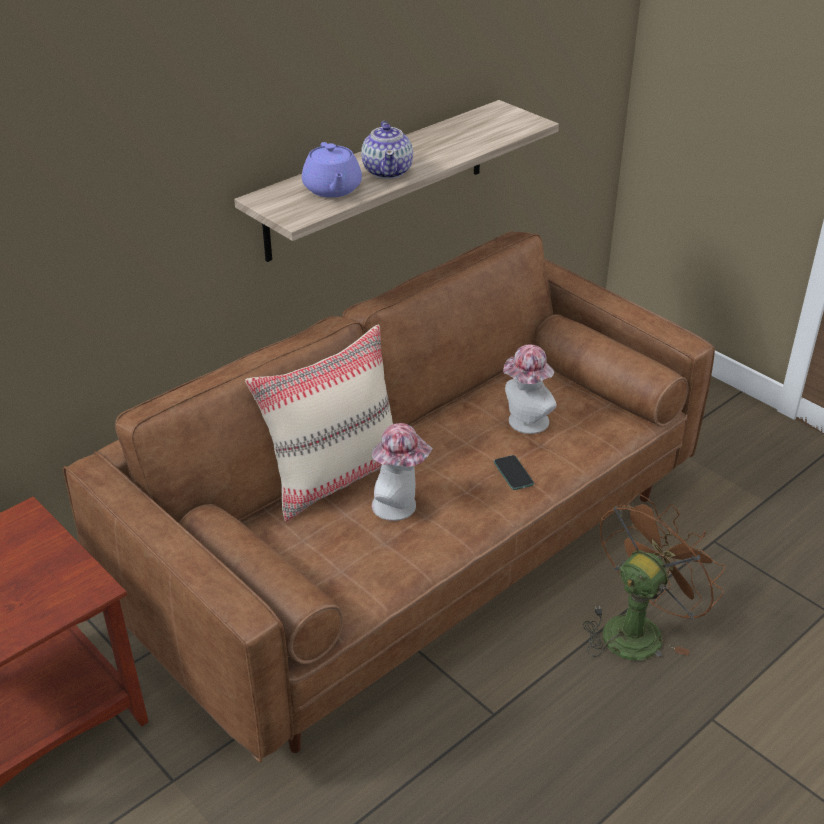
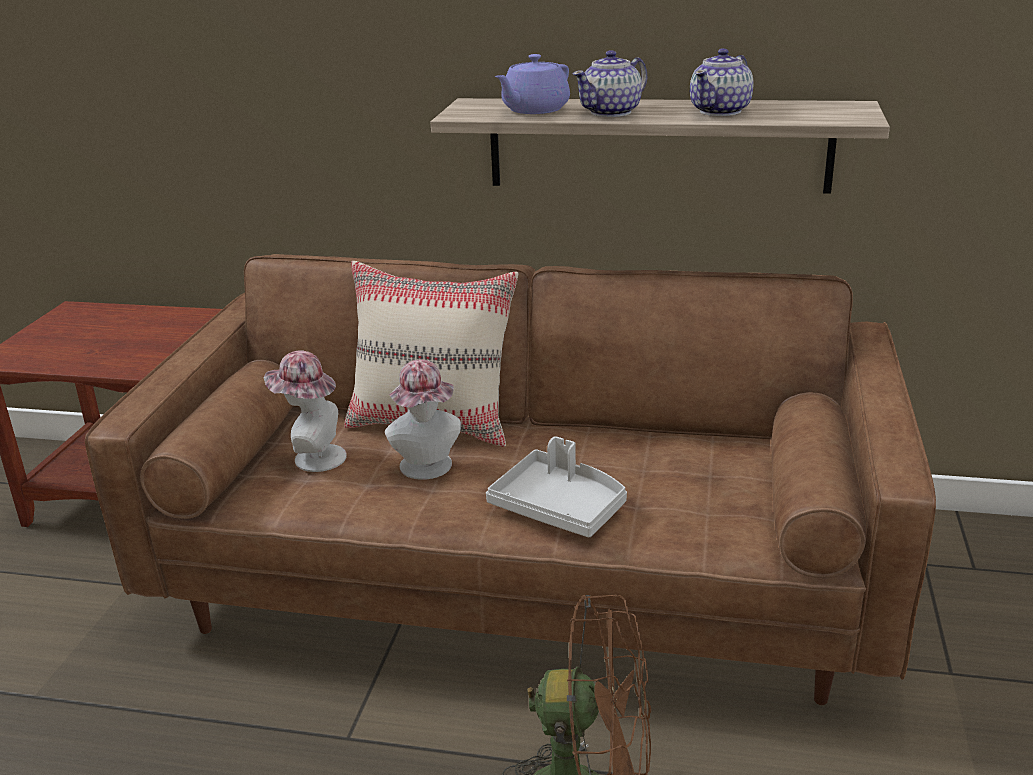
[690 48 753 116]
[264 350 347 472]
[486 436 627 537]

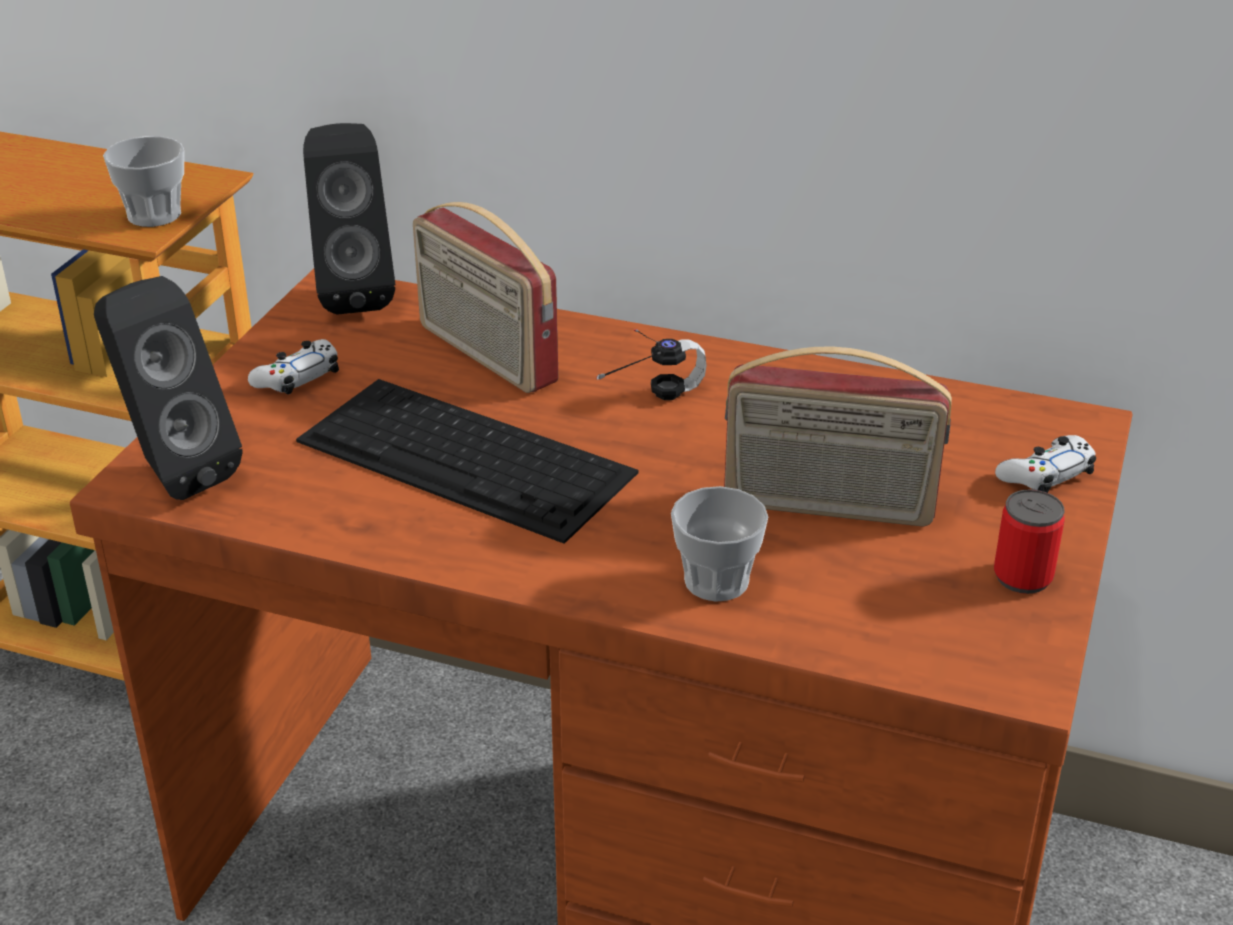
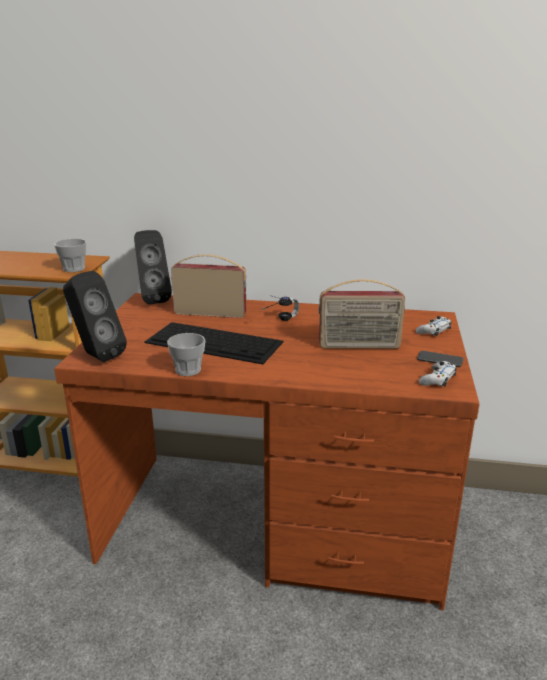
[419 361 457 387]
[167 333 205 376]
[417 351 464 367]
[171 254 246 318]

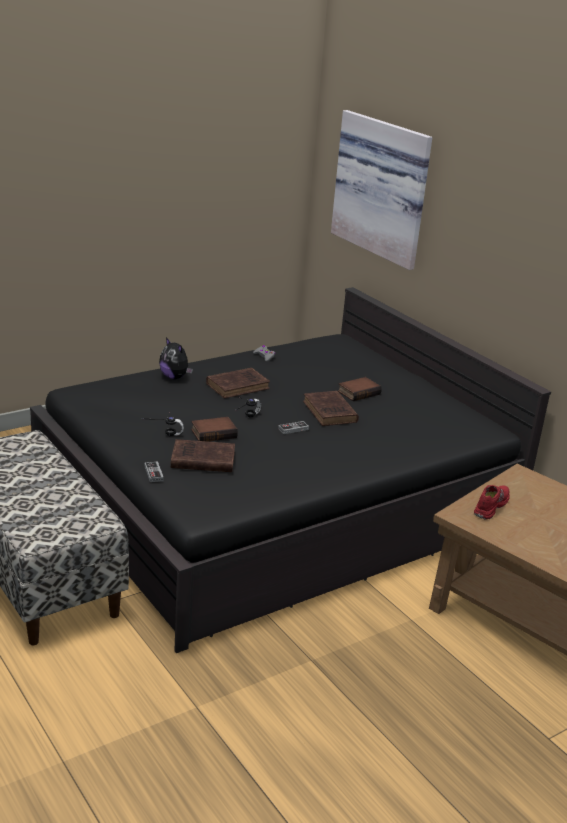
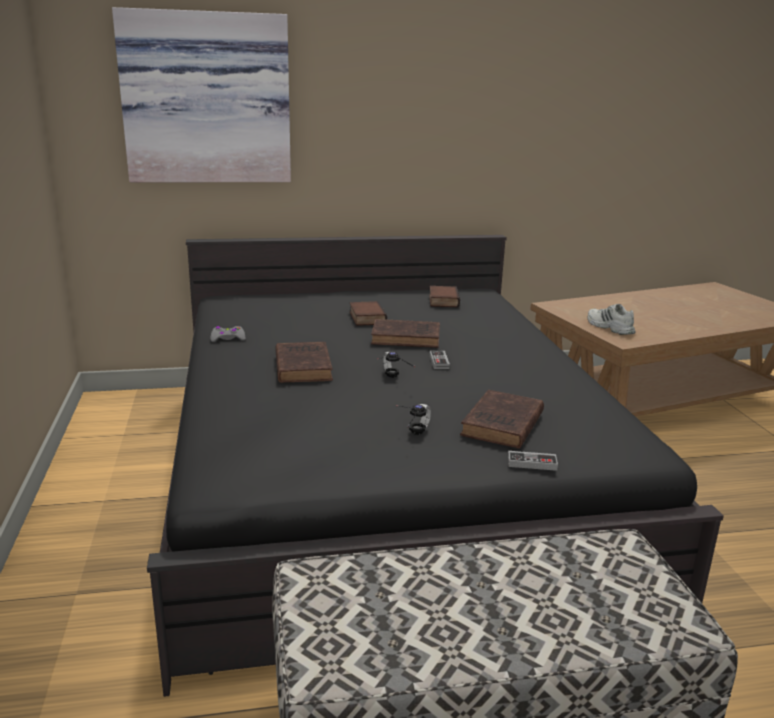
[159 338 193 379] (first image)
[429 286 460 307]
[588 304 636 335]

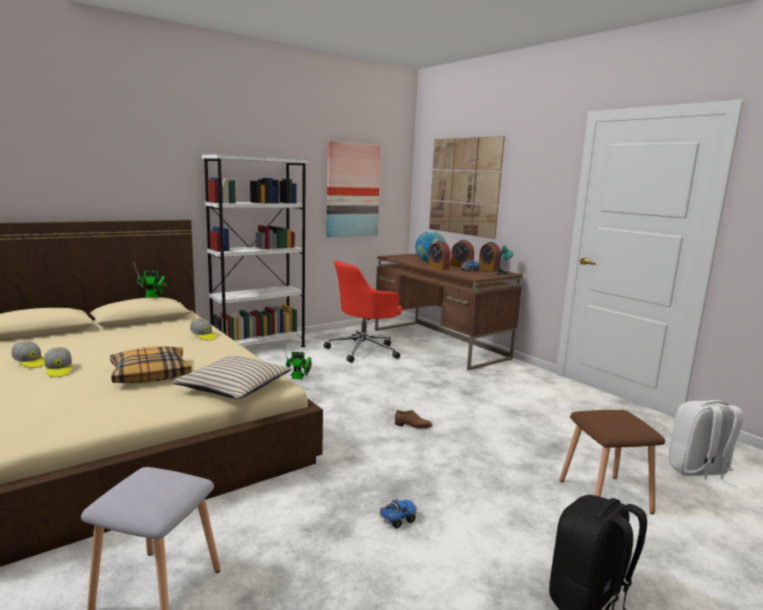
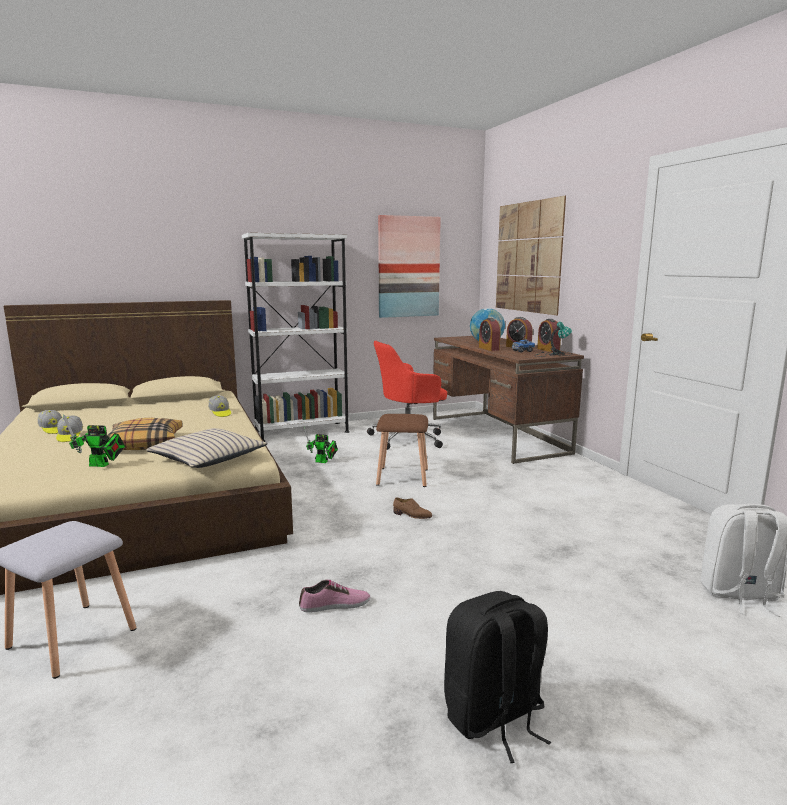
[63 414 125 467]
[376 414 428 487]
[299 580 370 613]

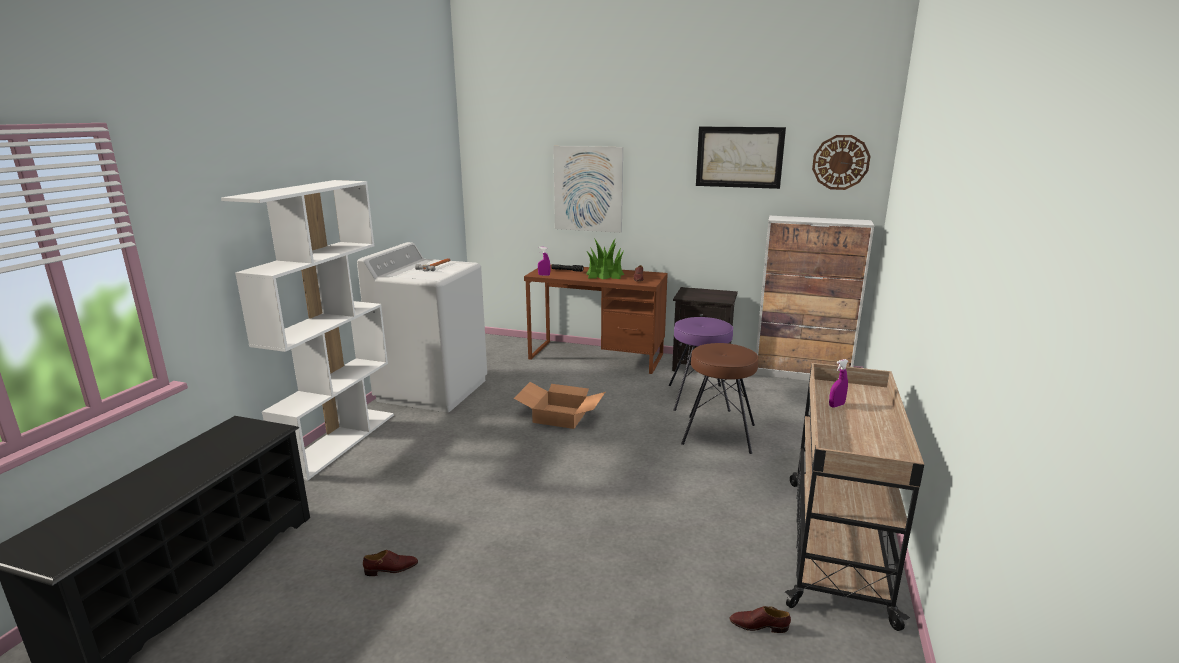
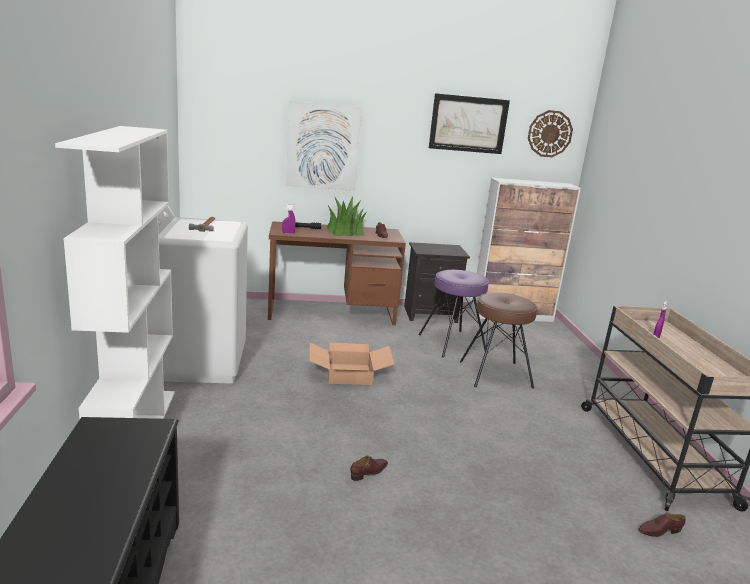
[350 456 388 481]

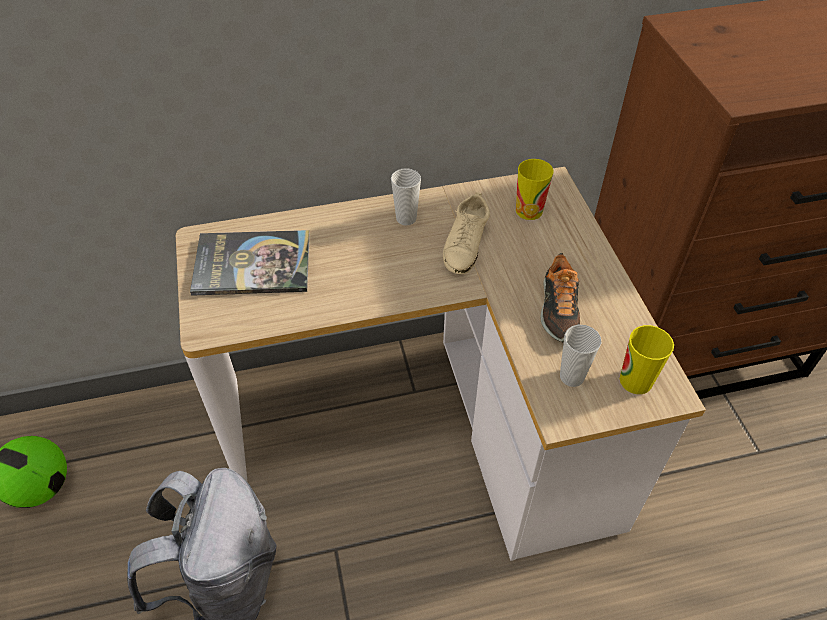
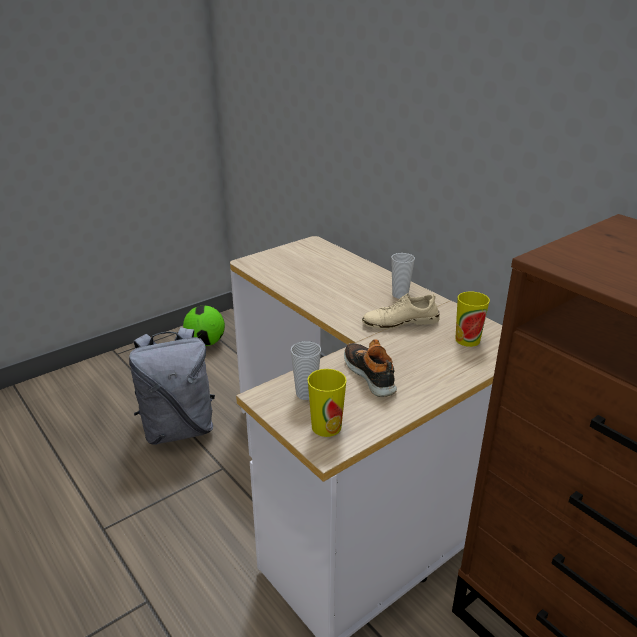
[190 230 310 296] (first image)
[344 339 397 397]

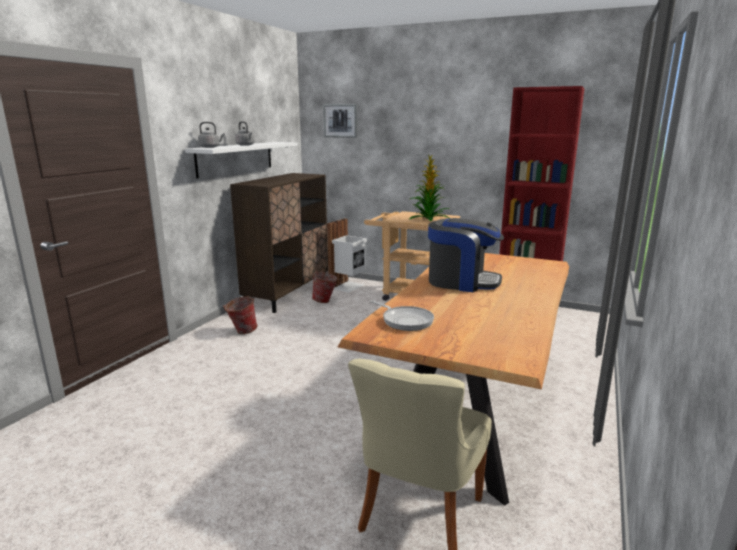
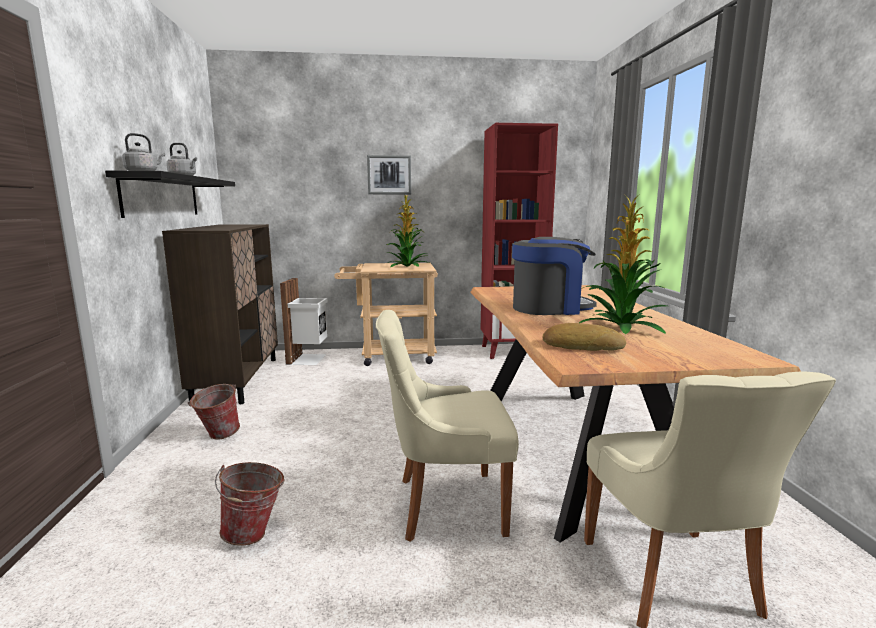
[376 310 519 542]
[579 195 667 334]
[215 462 285 545]
[367 155 411 194]
[543 323 626 351]
[105 170 235 218]

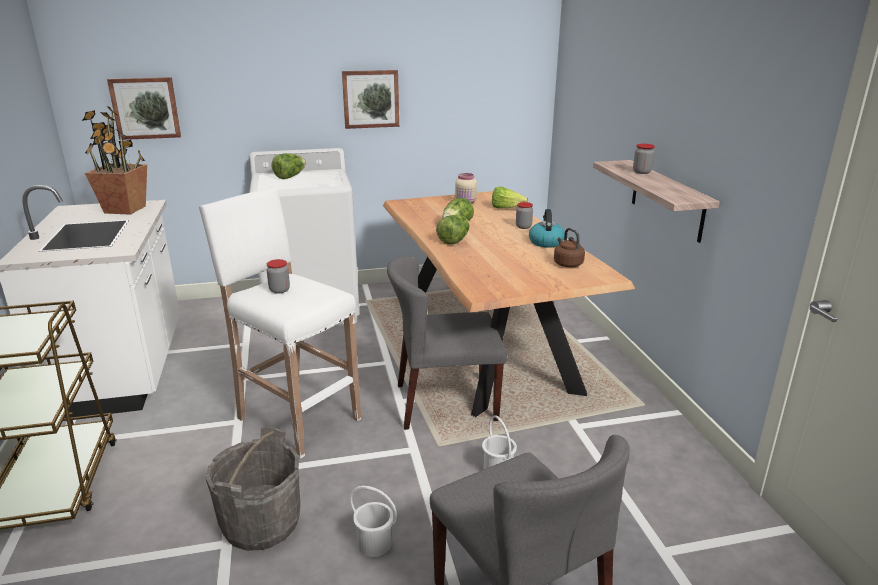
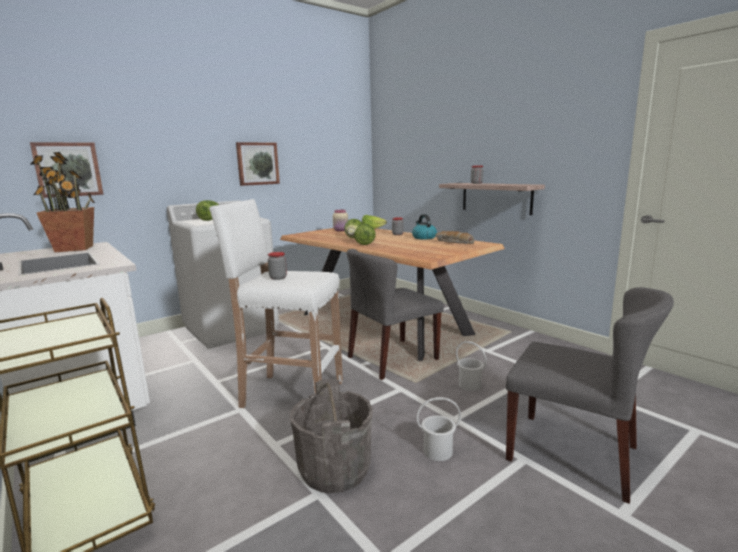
[435 231 474 244]

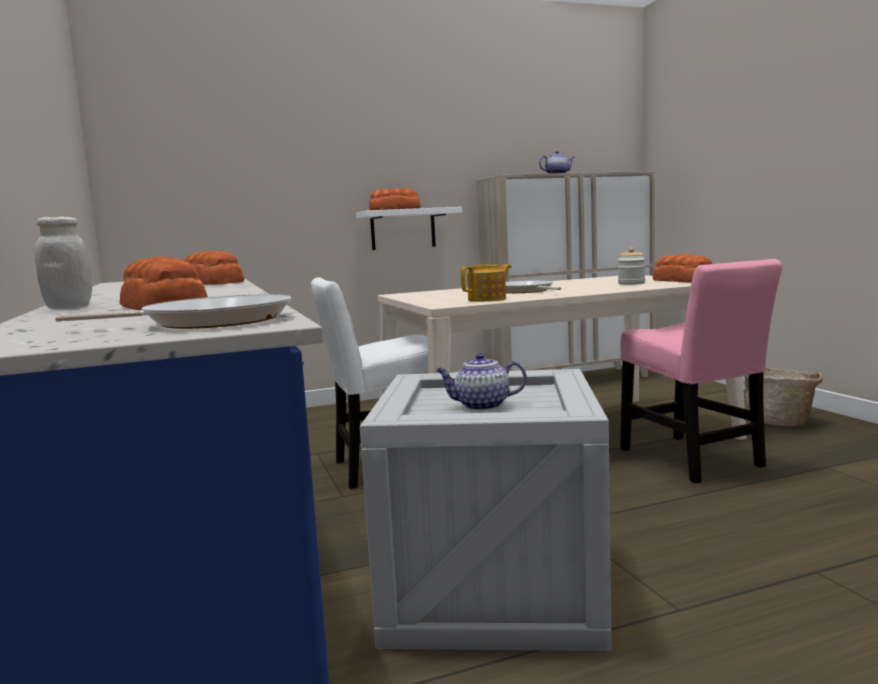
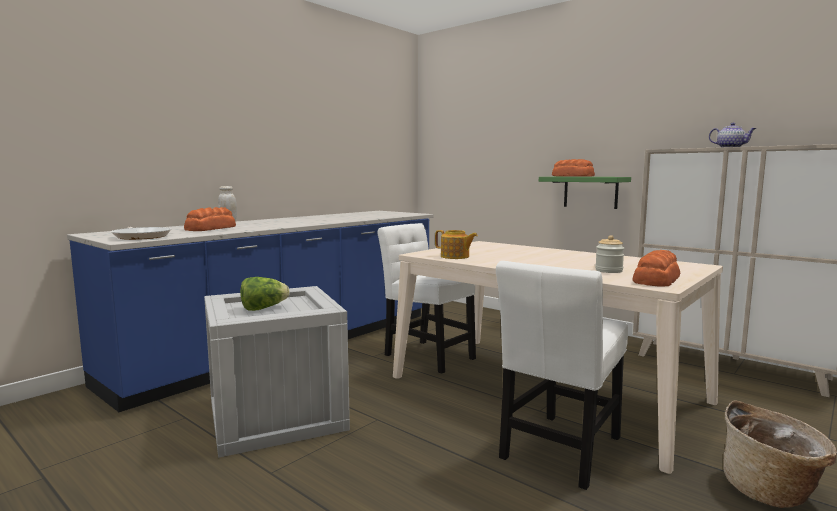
[184 251 245 285] (first image)
[506 280 561 293] (first image)
[240 277 289 311]
[539 177 631 209]
[496 261 628 490]

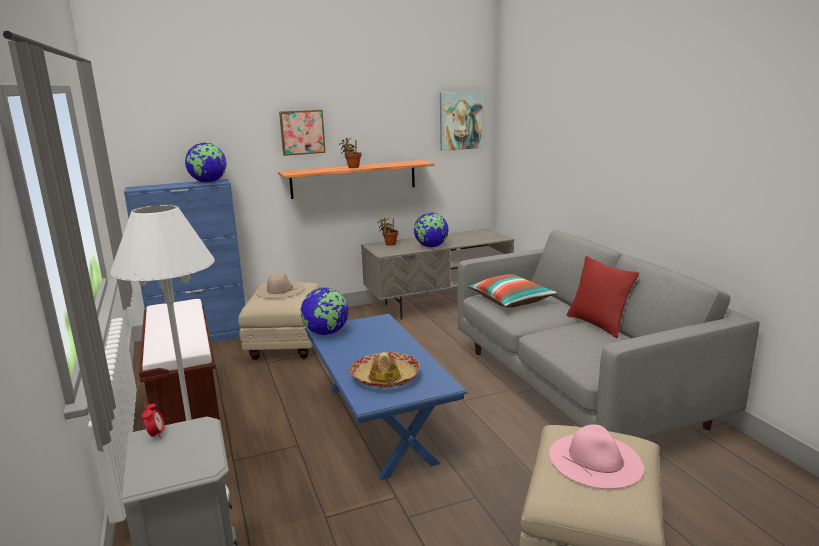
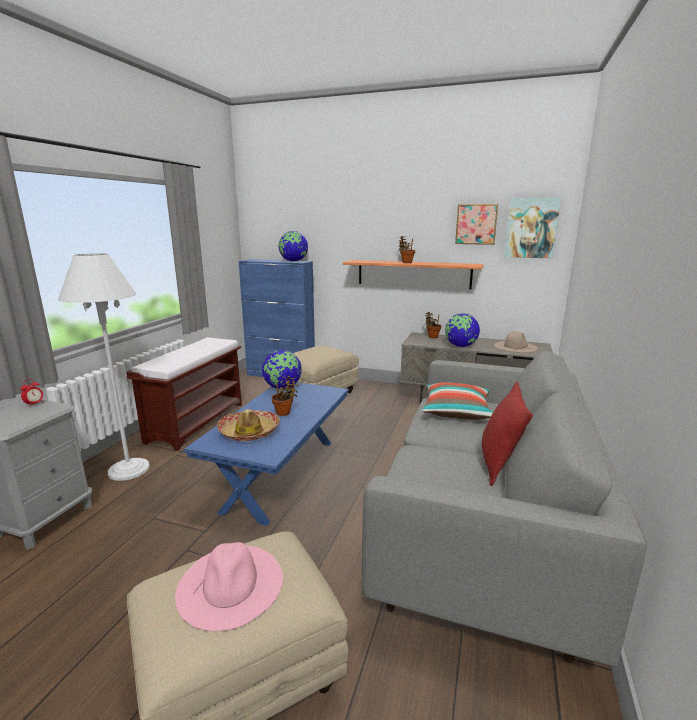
[272 376 299 416]
[494 331 538 353]
[455 204 498 245]

